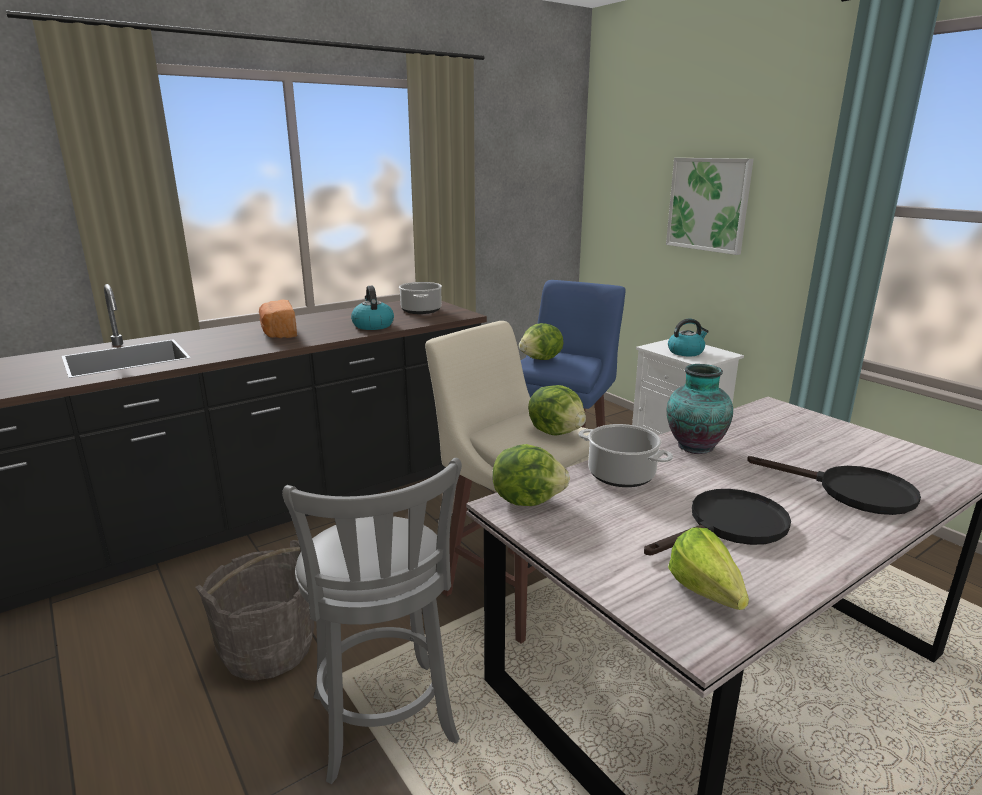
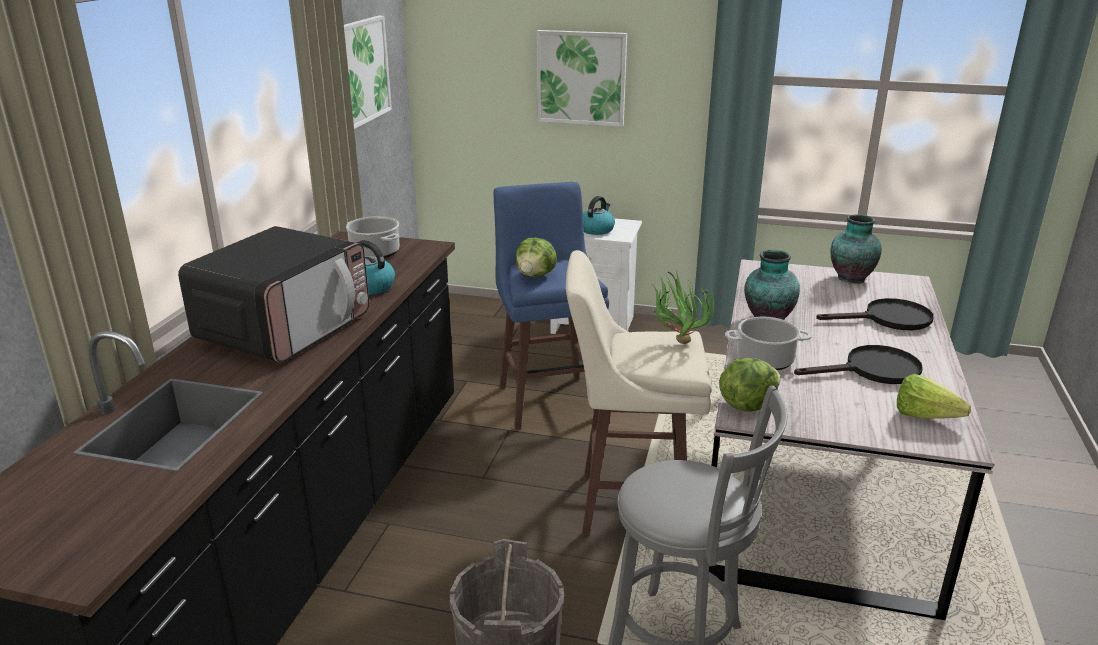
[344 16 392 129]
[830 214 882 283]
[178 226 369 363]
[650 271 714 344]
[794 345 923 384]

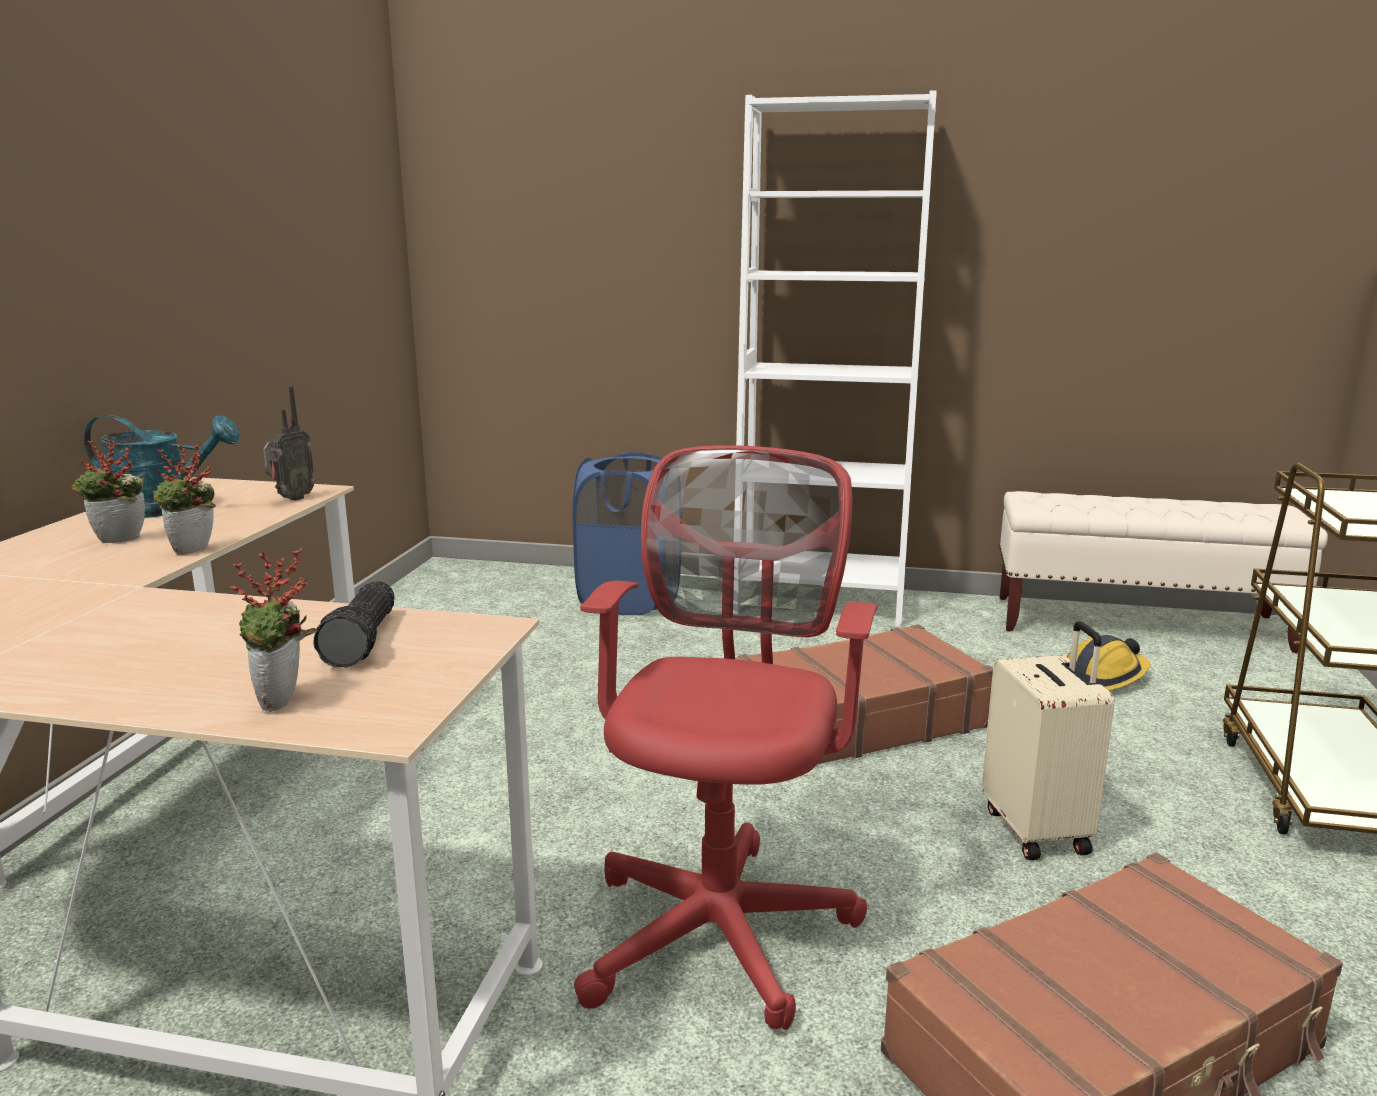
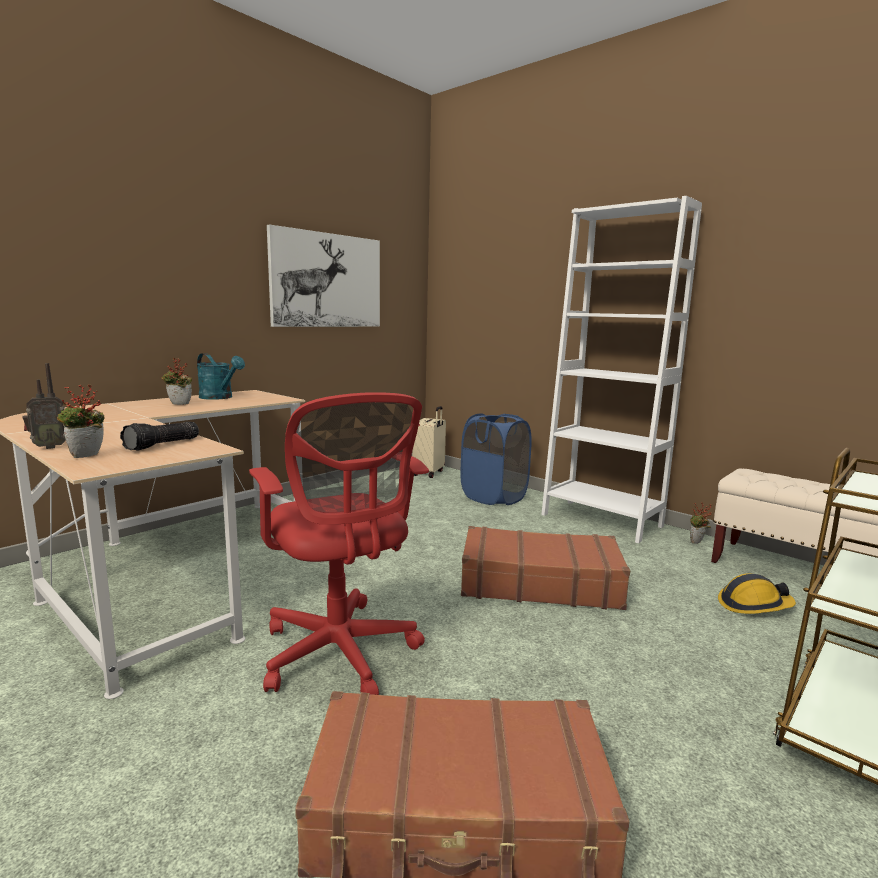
[267 224 380 327]
[690 502 712 544]
[22 363 66 449]
[412 406 446 478]
[249 392 429 695]

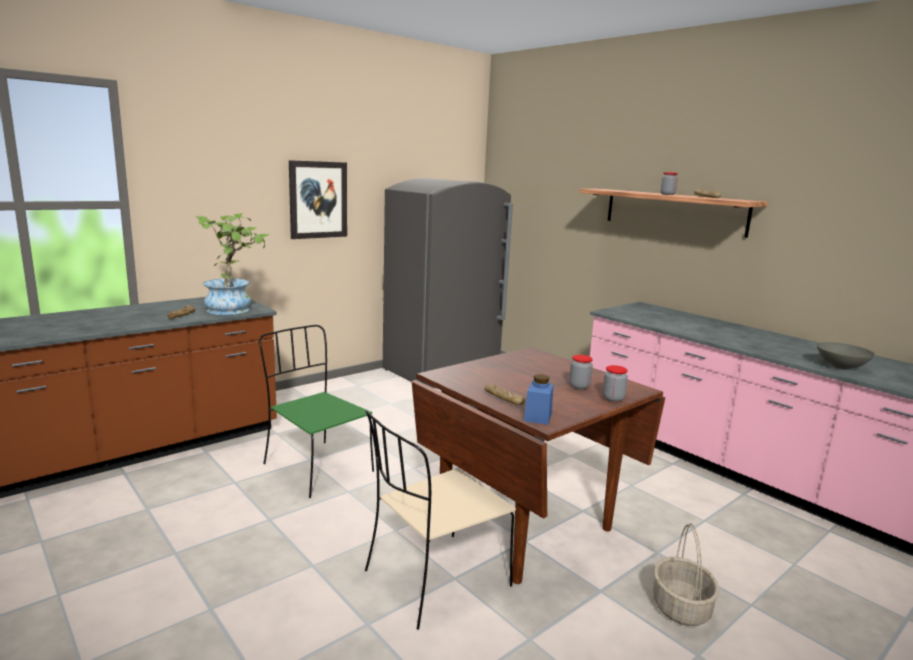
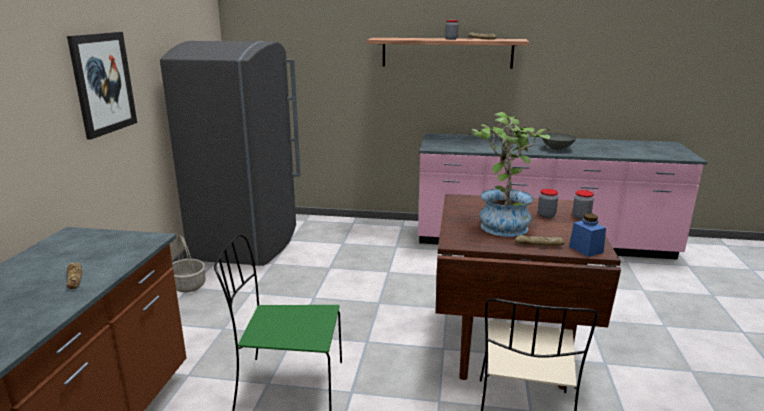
[469 112 550 237]
[171 235 206 293]
[542 133 576 150]

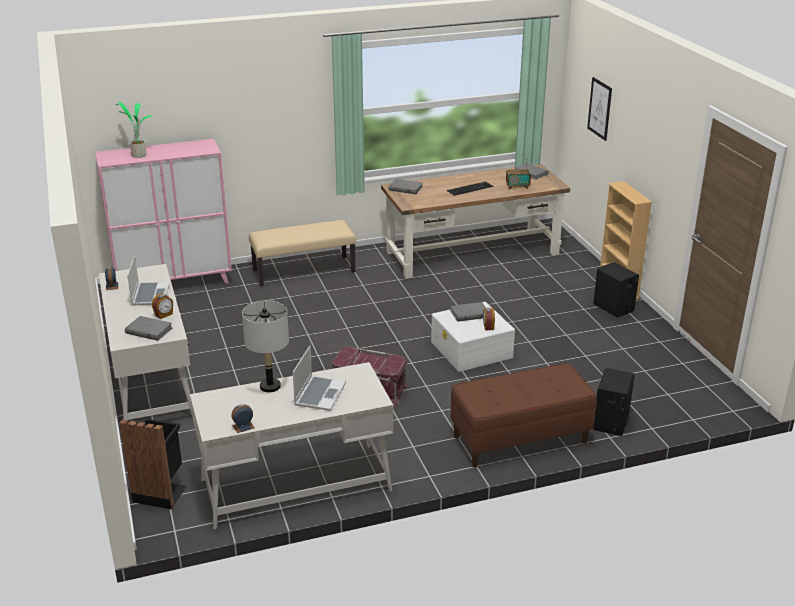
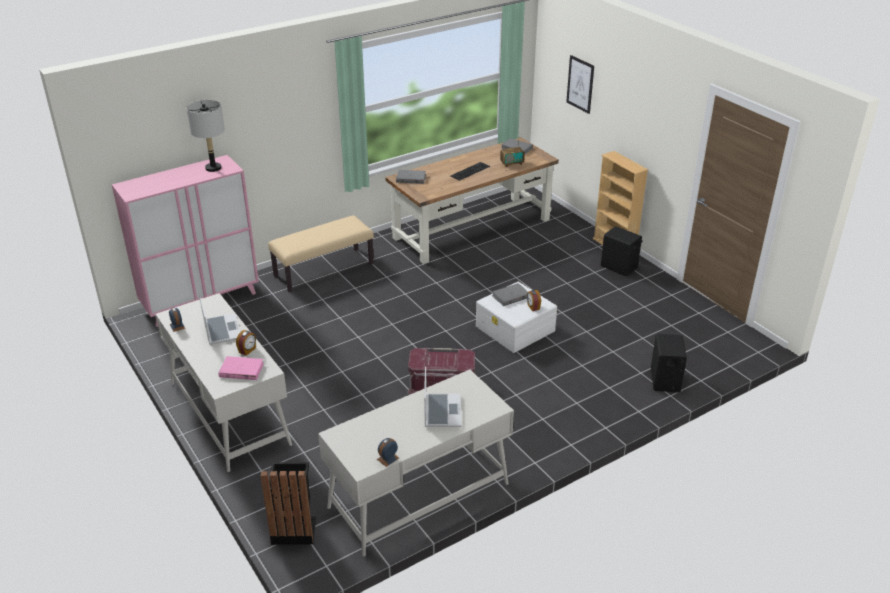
[116 102 152 158] (first image)
[451 363 597 467] (first image)
[186 100 225 172]
[219 356 264 380]

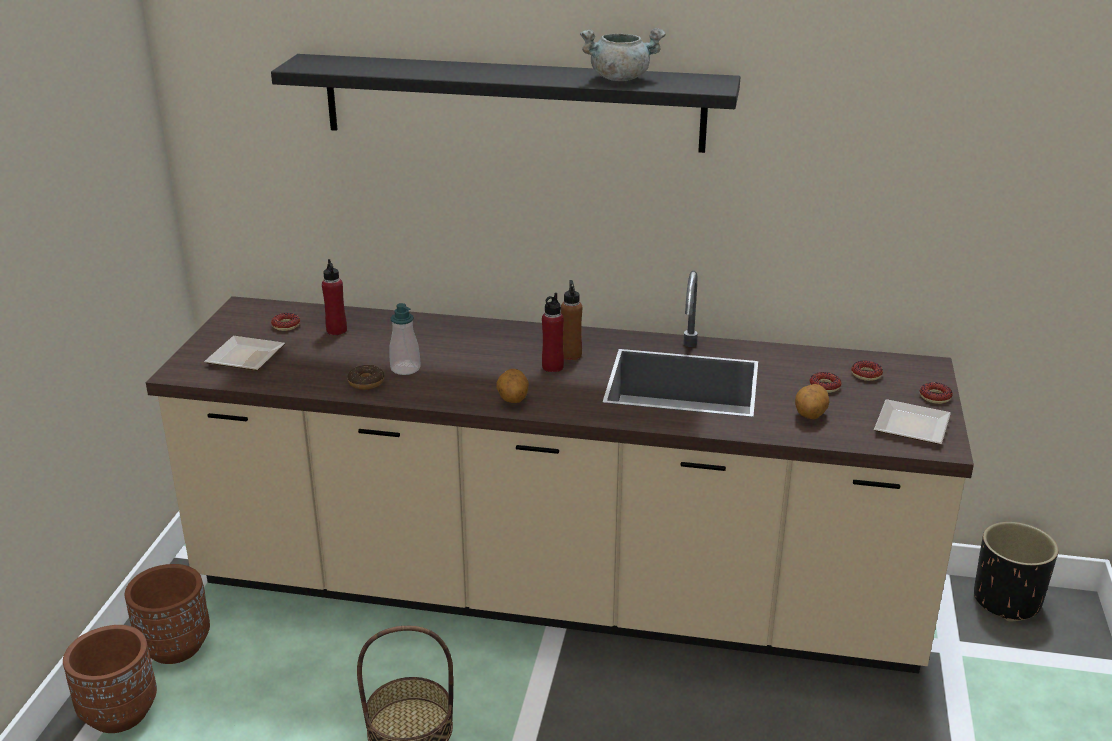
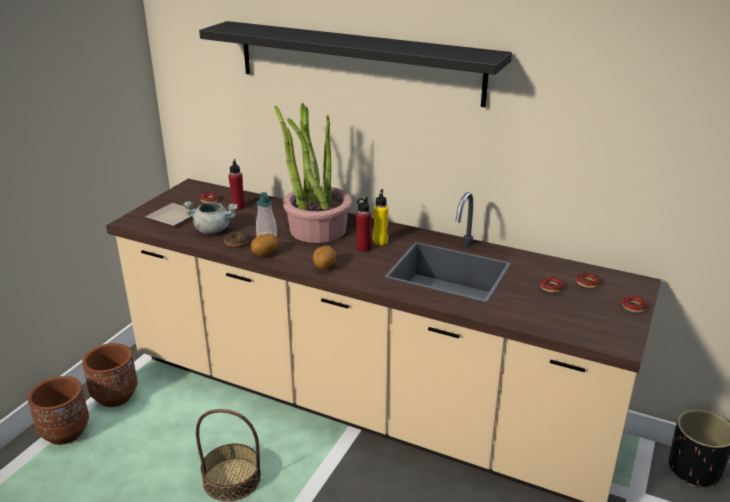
[874 400 951 445] (first image)
[274 103 352 243]
[183 201 238 234]
[251 234 278 256]
[373 189 389 245]

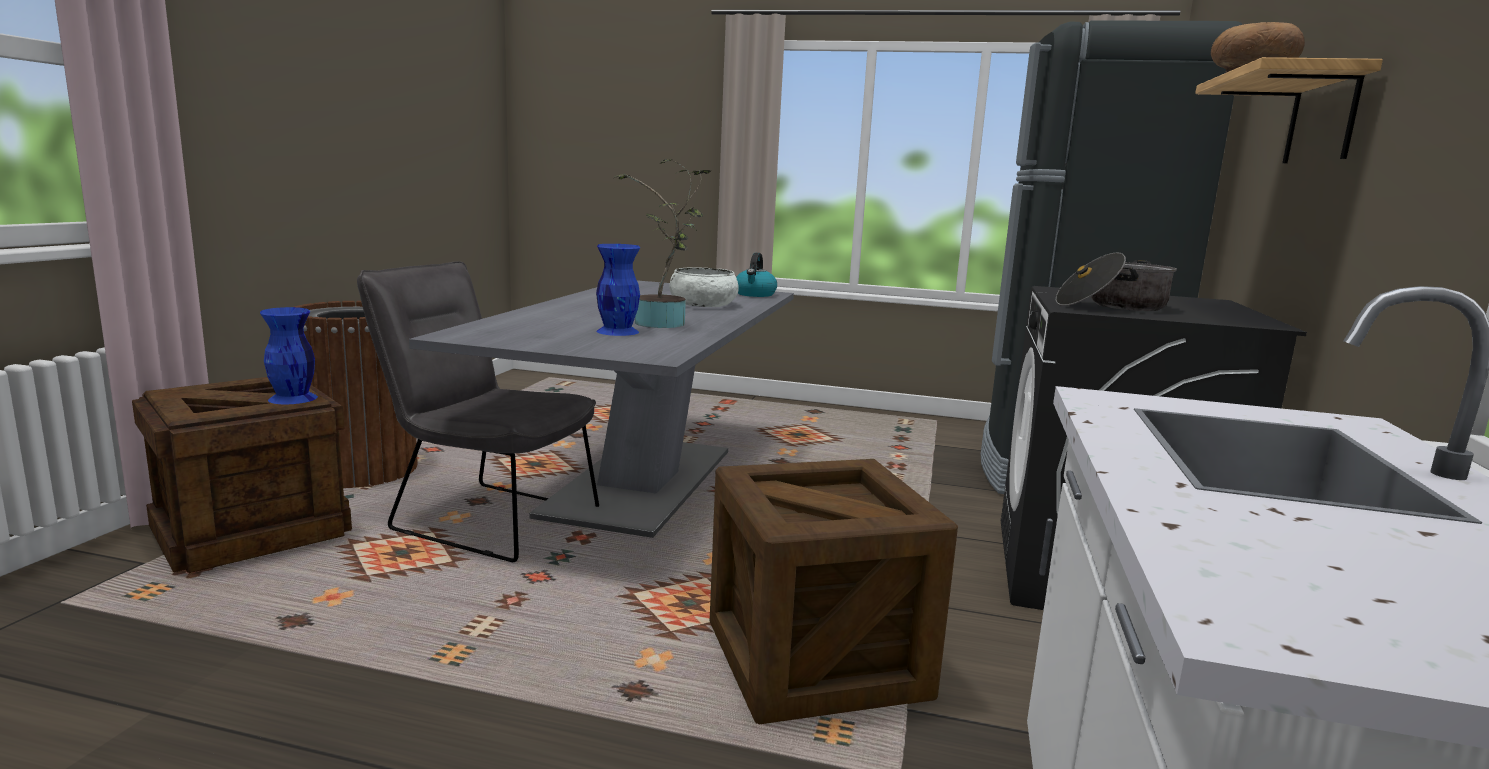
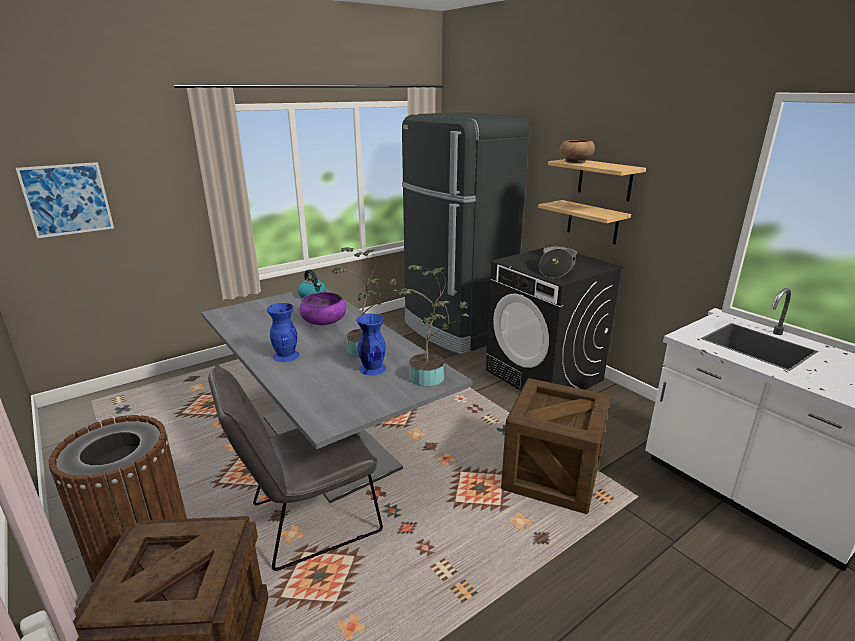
[16 162 114 238]
[397 265 469 387]
[538 200 631 244]
[267 303 299 362]
[300 292 346 325]

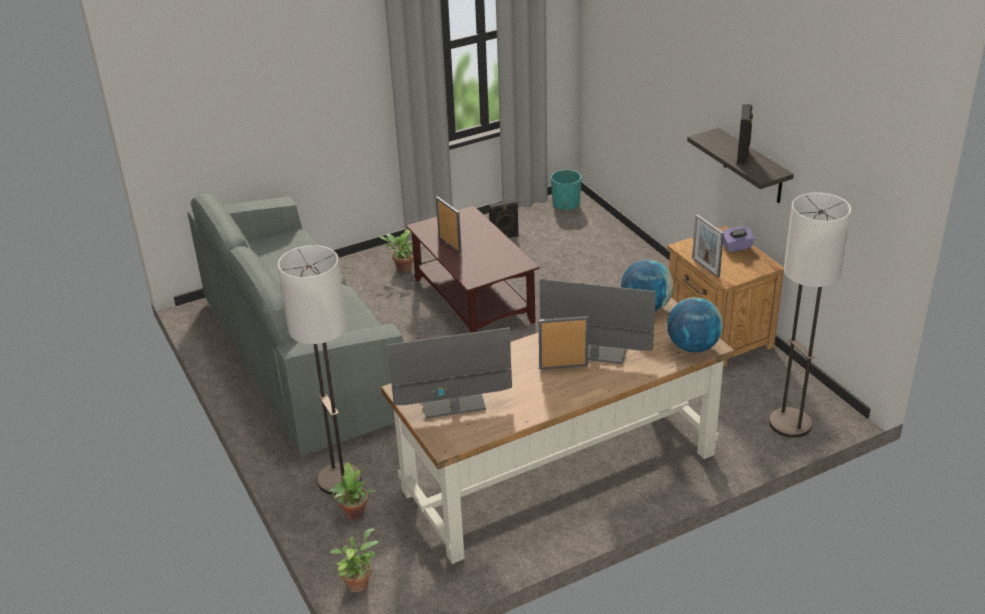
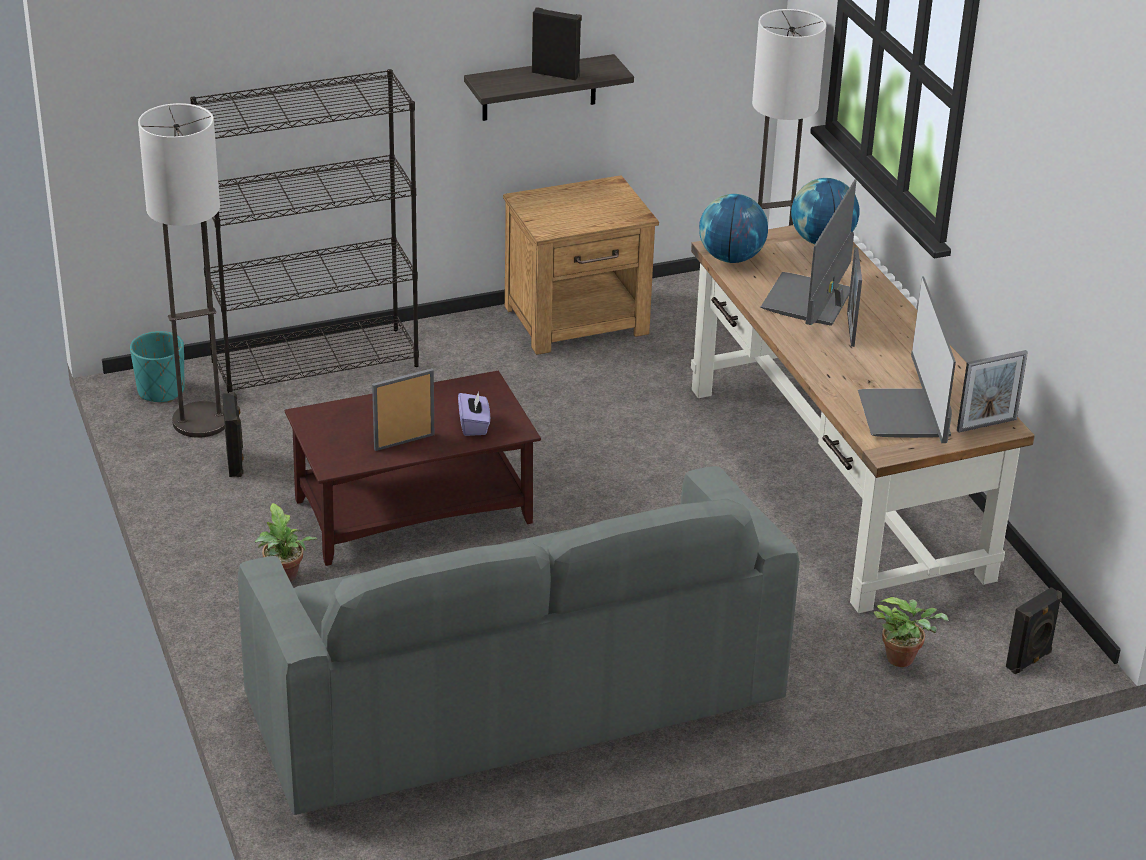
[190 69 419 393]
[138 103 225 438]
[957 350 1028 433]
[458 391 490 436]
[1006 587 1062 674]

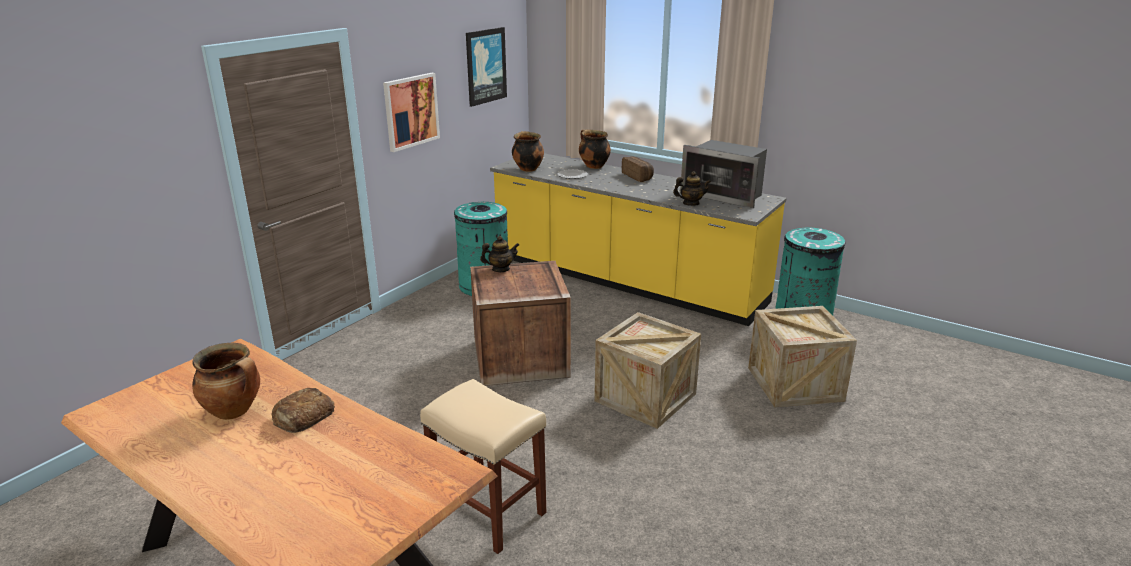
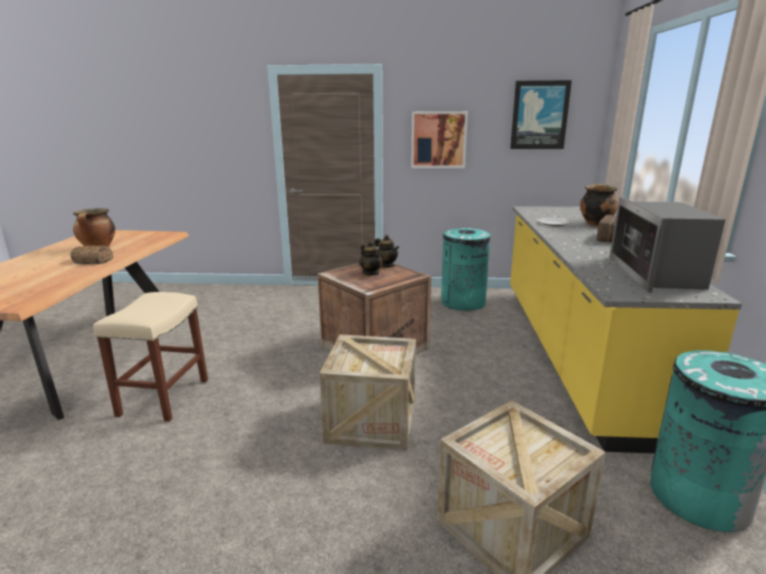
[512 131 544 172] (first image)
[359 241 383 276]

